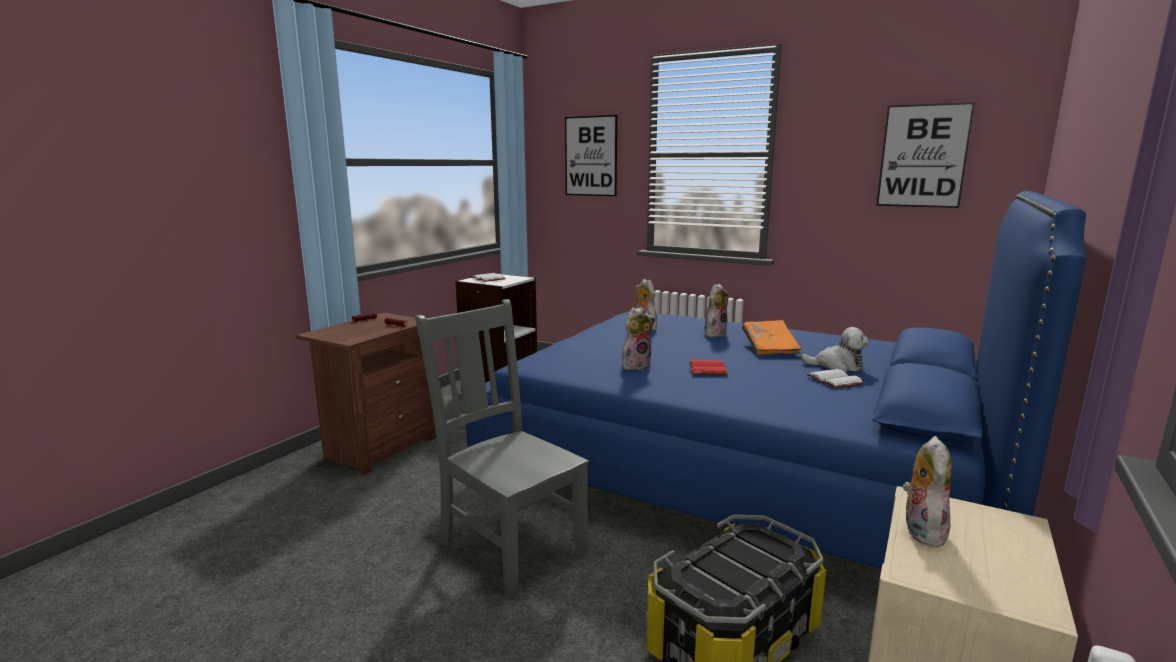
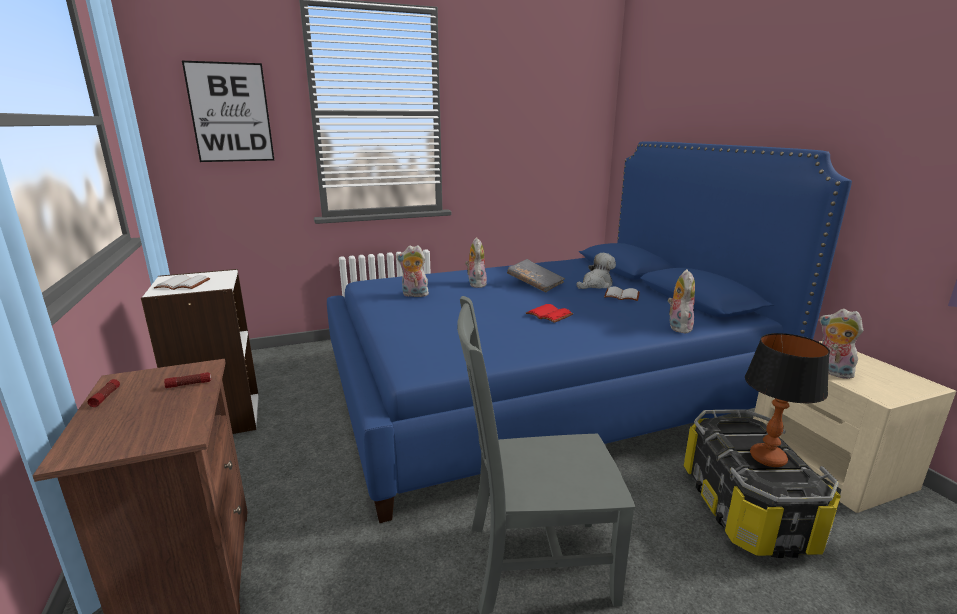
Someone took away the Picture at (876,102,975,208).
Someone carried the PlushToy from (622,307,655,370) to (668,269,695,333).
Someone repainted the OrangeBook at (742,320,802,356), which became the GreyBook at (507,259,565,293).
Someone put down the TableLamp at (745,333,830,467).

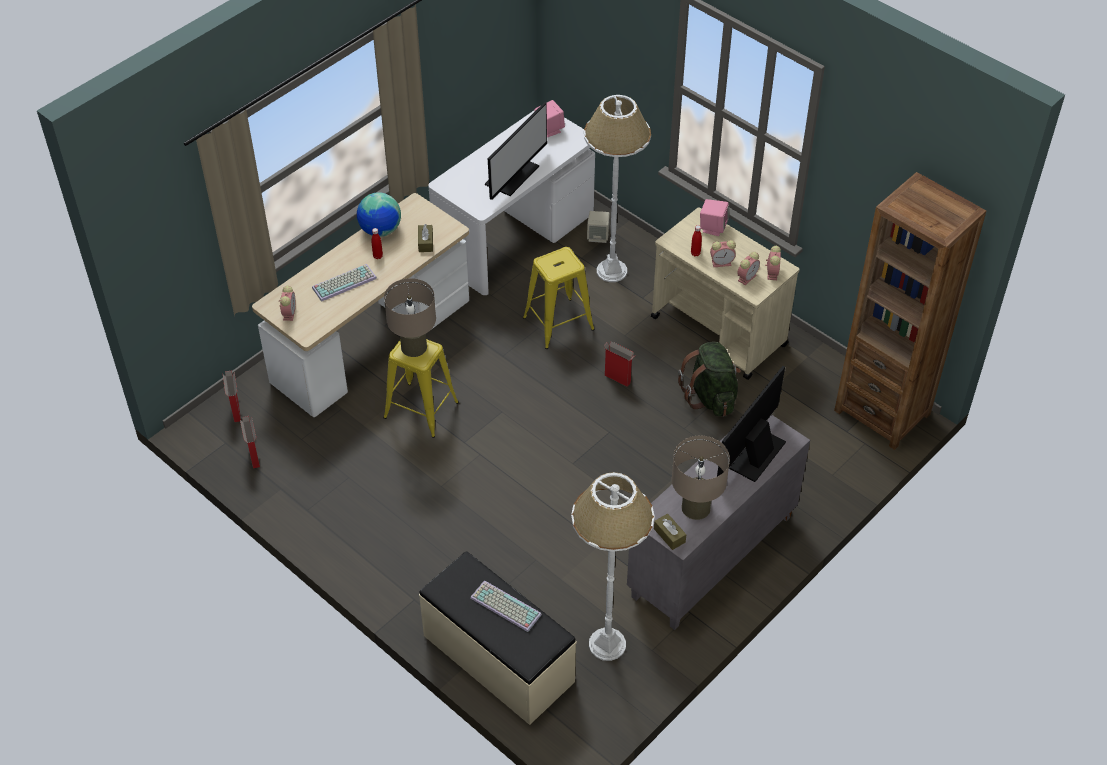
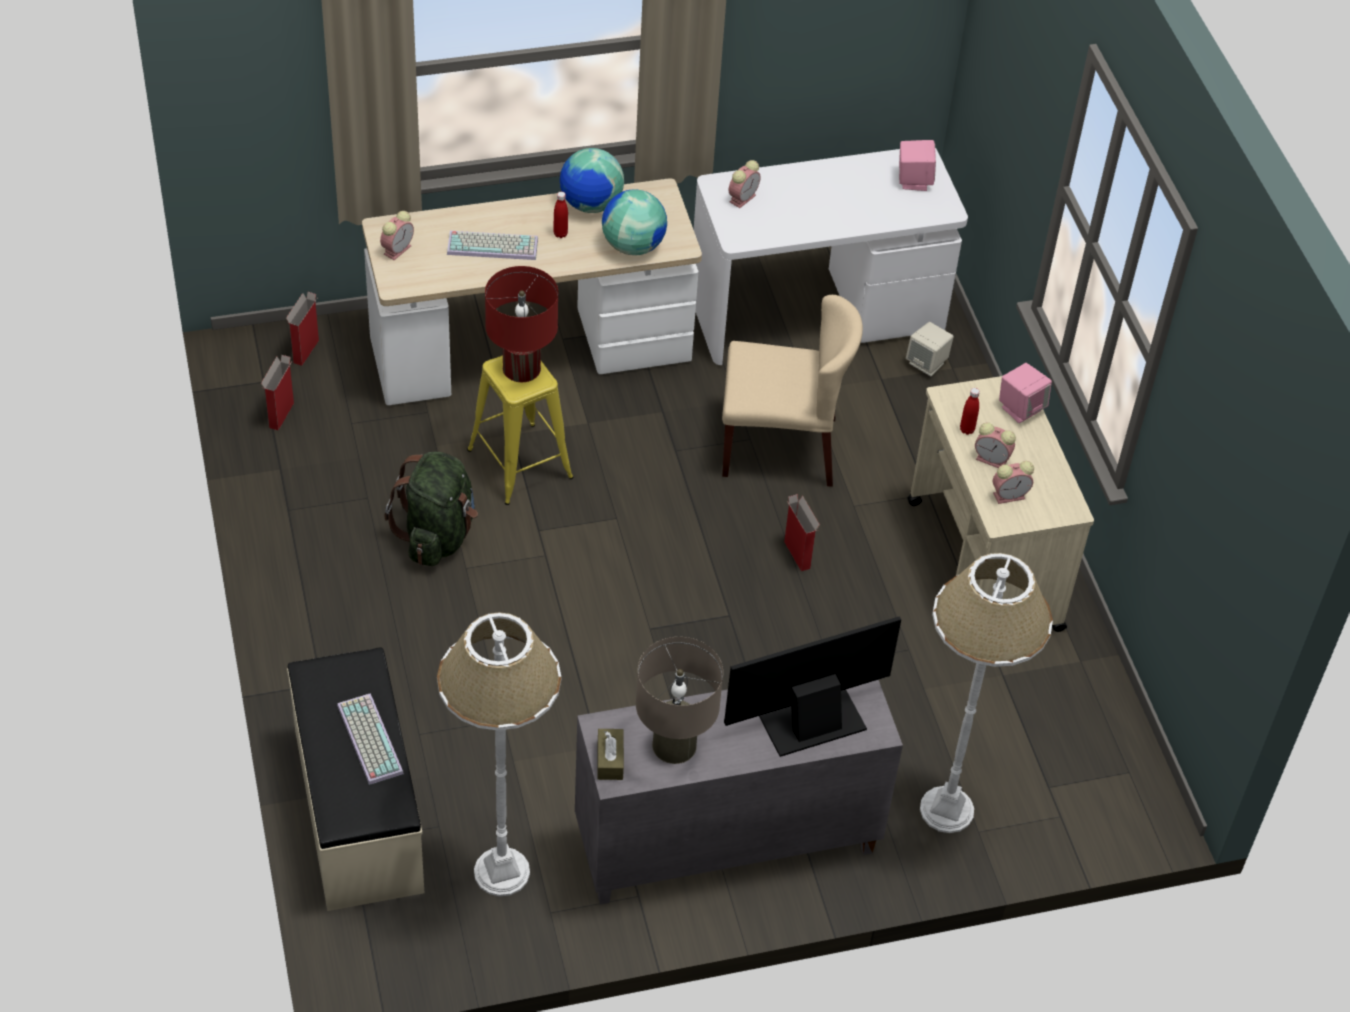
Someone carried the WhiteFloorLamp from (584,95,651,282) to (920,553,1053,833).
Someone took away the Monitor at (485,102,547,200).
Someone took away the BrownBookcase at (834,172,986,450).
Someone swapped the BrownTissueBox at (418,224,433,252) for the Globe at (602,190,667,255).
Someone carried the AlarmClock from (765,246,781,280) to (729,160,760,208).
Someone swapped the YellowStool at (523,247,595,349) for the BeigeChair at (722,295,863,487).
Someone repainted the BeigeTableLamp at (384,278,436,357), which became the RedTableLamp at (485,266,558,382).
Someone carried the GreenBackpack from (678,342,741,416) to (384,452,478,566).

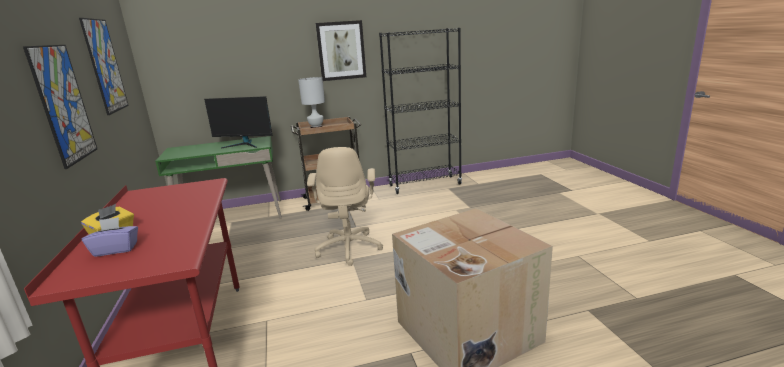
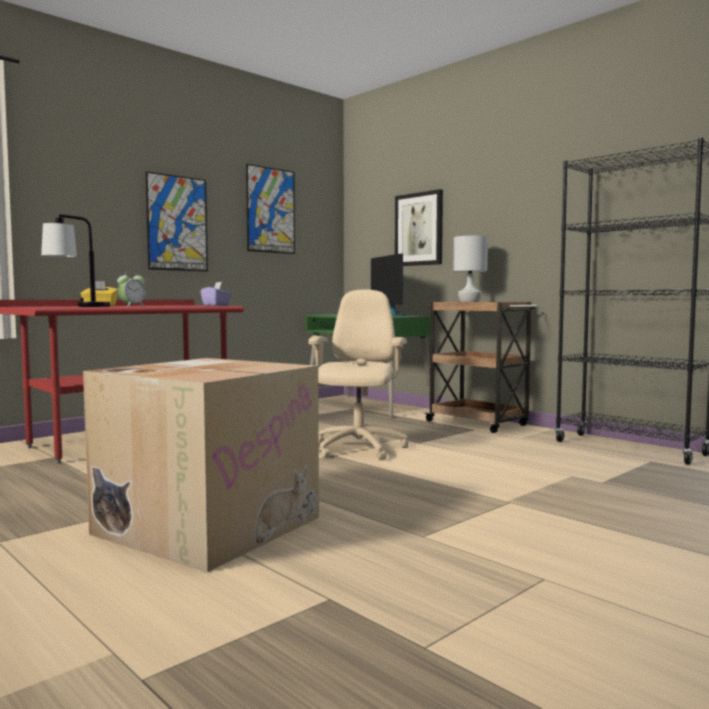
Someone carried the Picture from (316,20,366,81) to (395,189,443,266).
Someone rotated the BeigeOfficeChair at (307,147,383,266) by 135 degrees clockwise.
Someone carried the PurpleTissueBox from (81,217,138,257) to (200,282,232,306).
Someone put down the TableLamp at (41,214,110,307).
Someone put down the AlarmClock at (117,271,146,307).

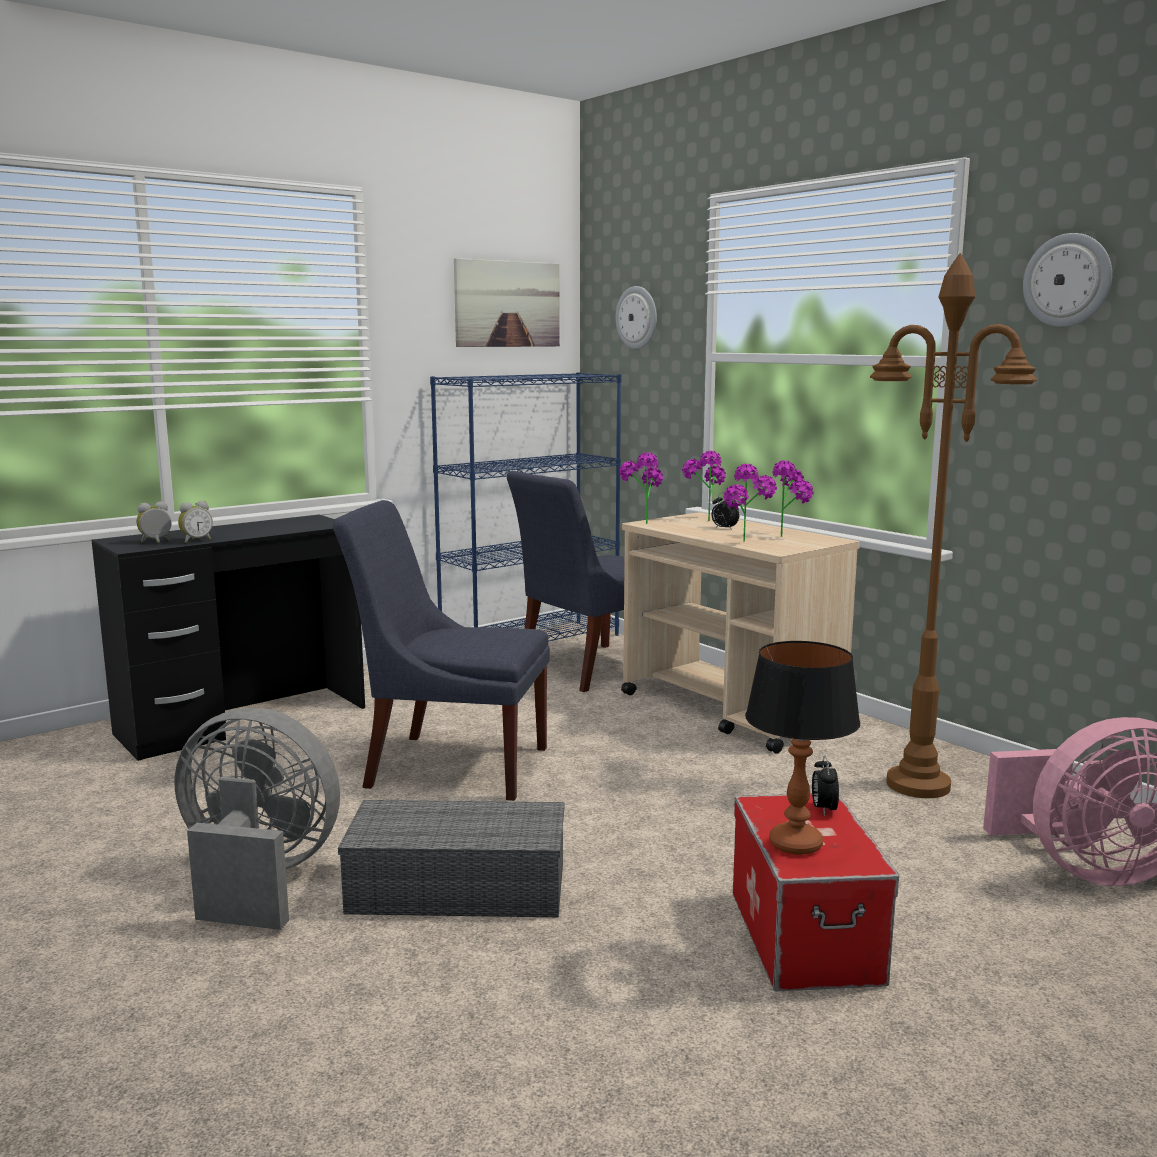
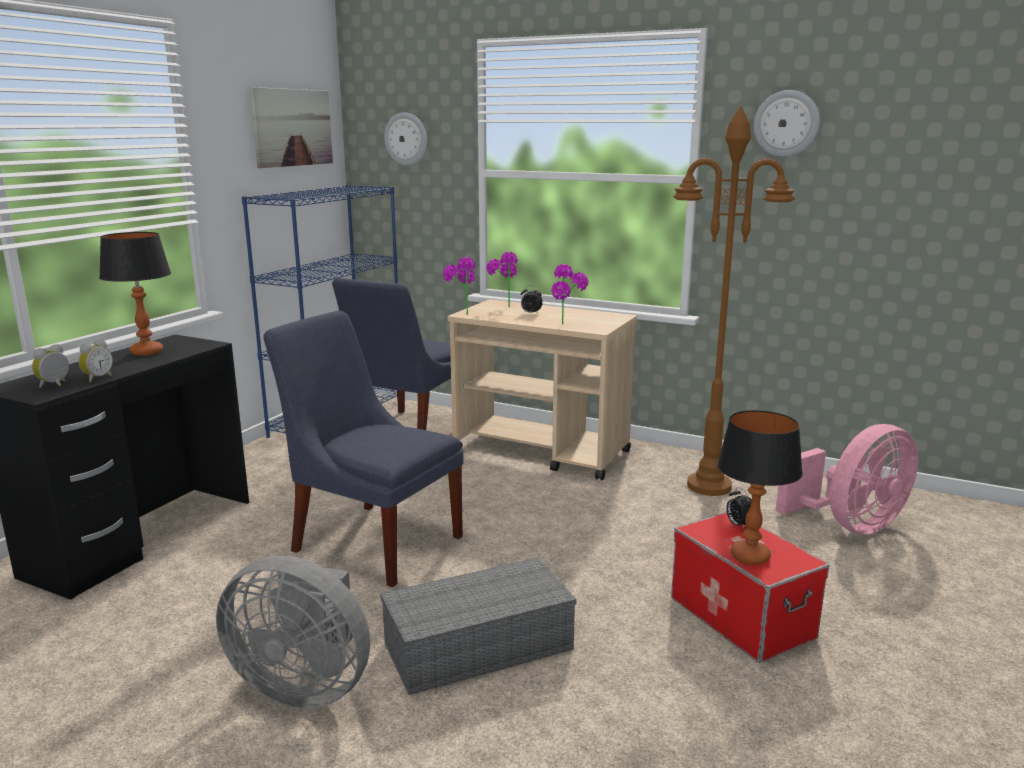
Someone took away the PottedPlant at (772,461,814,537).
Someone rotated the BlueChair at (333,500,550,801) by 45 degrees clockwise.
Someone rotated the GreyFan at (175,708,340,930) by 150 degrees counterclockwise.
Someone put down the TableLamp at (99,232,171,356).

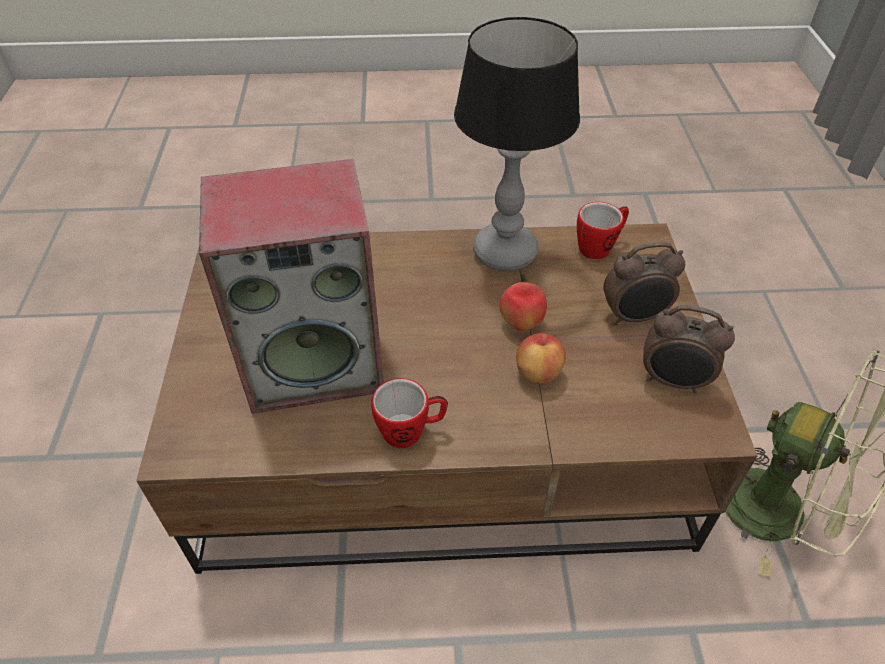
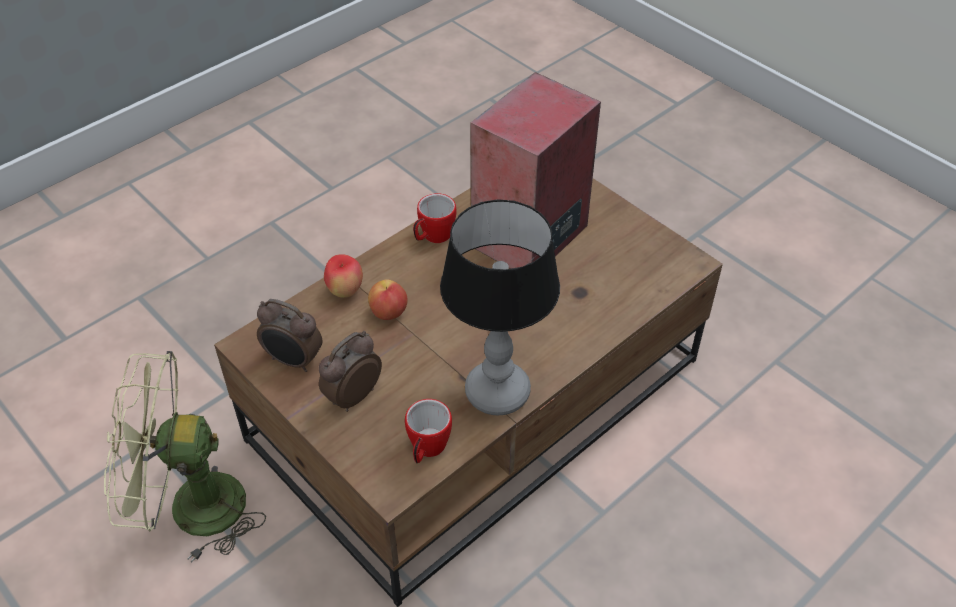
Someone carried the Apple from (500,282,547,331) to (324,254,363,298).
Someone rotated the AlarmClock at (643,305,735,394) by 135 degrees counterclockwise.

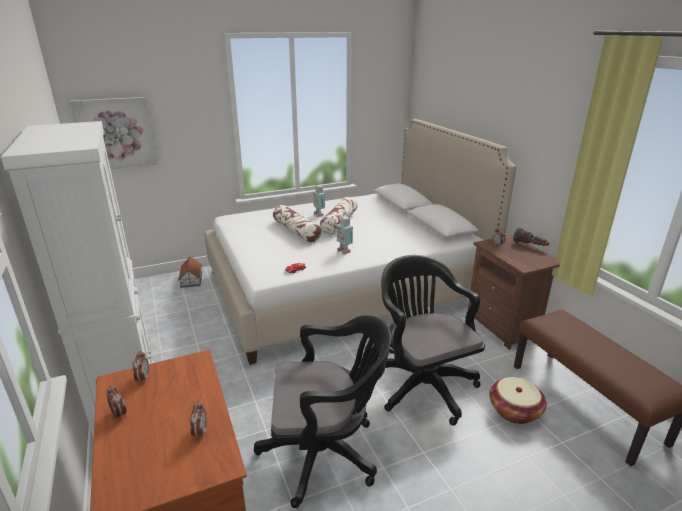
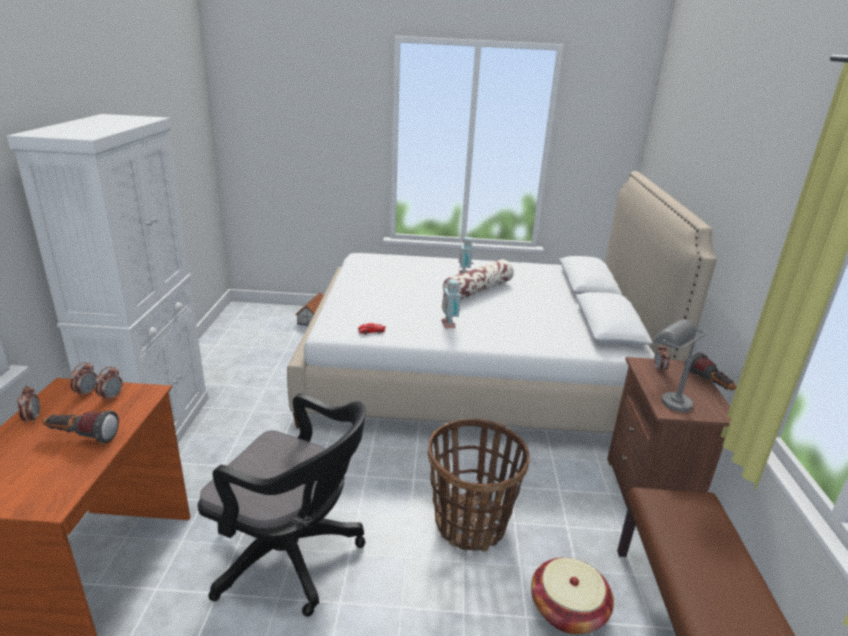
Someone took away the Picture at (69,97,157,169).
Someone took away the Pillow at (273,205,322,243).
Someone swapped the BlackOfficeChair at (381,255,485,426) for the Basket at (428,419,530,551).
Someone carried the AlarmClock from (190,401,207,439) to (95,366,122,402).
Someone put down the GreyTableLamp at (654,320,706,412).
Someone put down the Flashlight at (42,410,119,443).

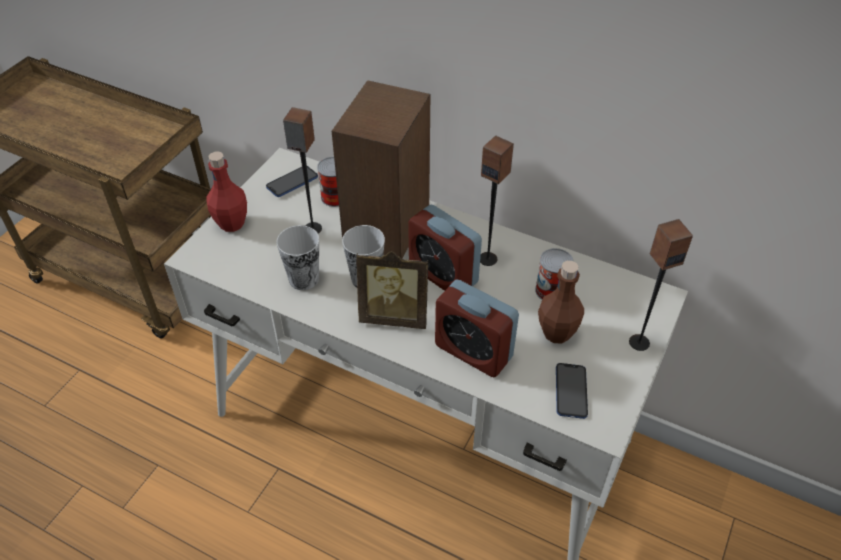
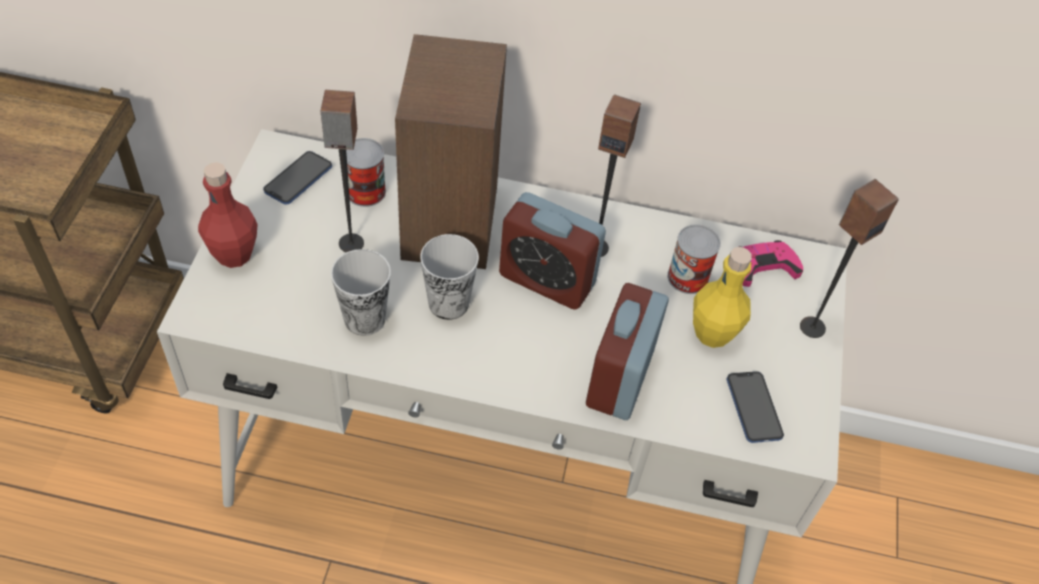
Someone took away the PictureFrame at (356,251,428,329).
Someone repainted the BrownBottle at (538,261,584,344), which became the YellowBottle at (693,247,752,348).
Someone rotated the AlarmClock at (435,279,519,377) by 90 degrees clockwise.
Someone put down the PinkGameController at (739,240,803,287).

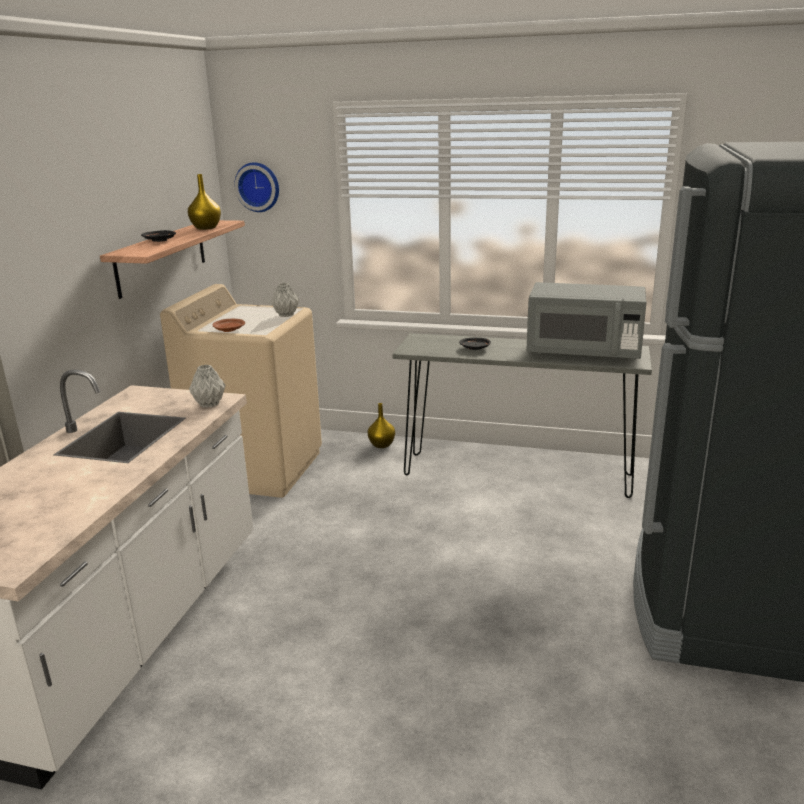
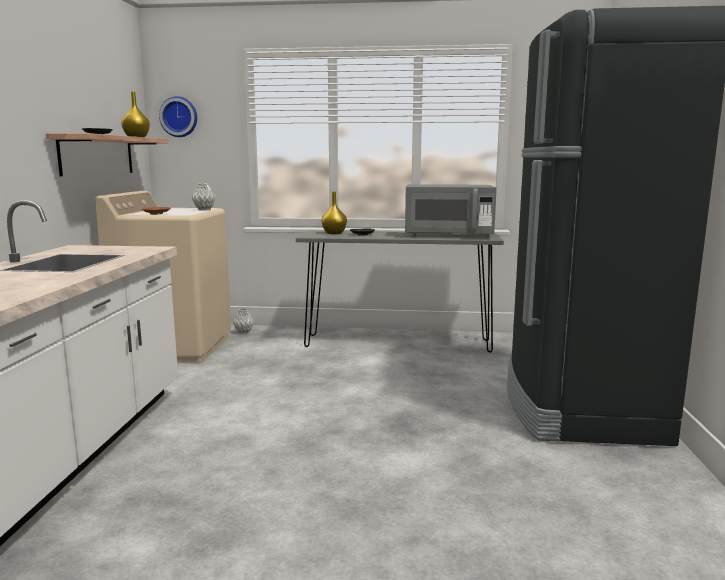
Someone carried the GreyVase from (189,365,226,408) to (233,309,254,334).
Someone carried the YellowVase from (368,403,395,448) to (322,192,347,234).

